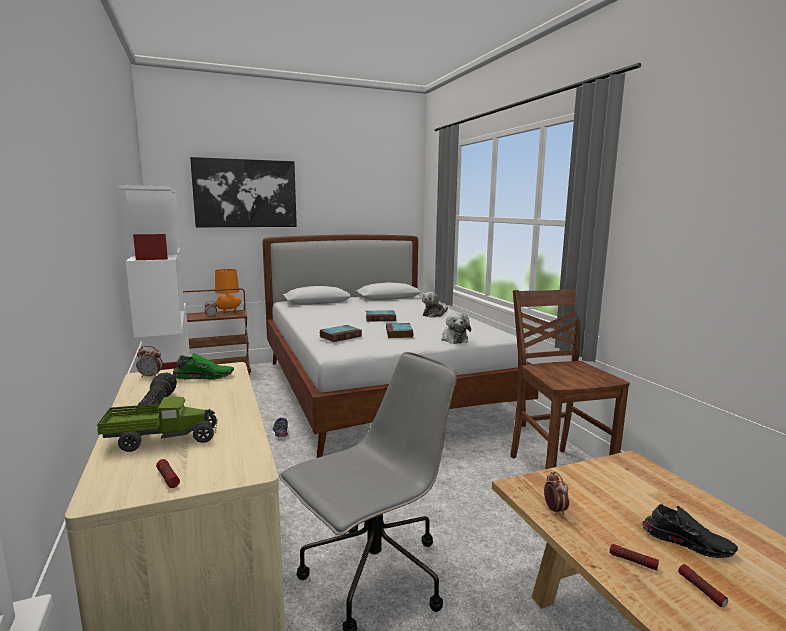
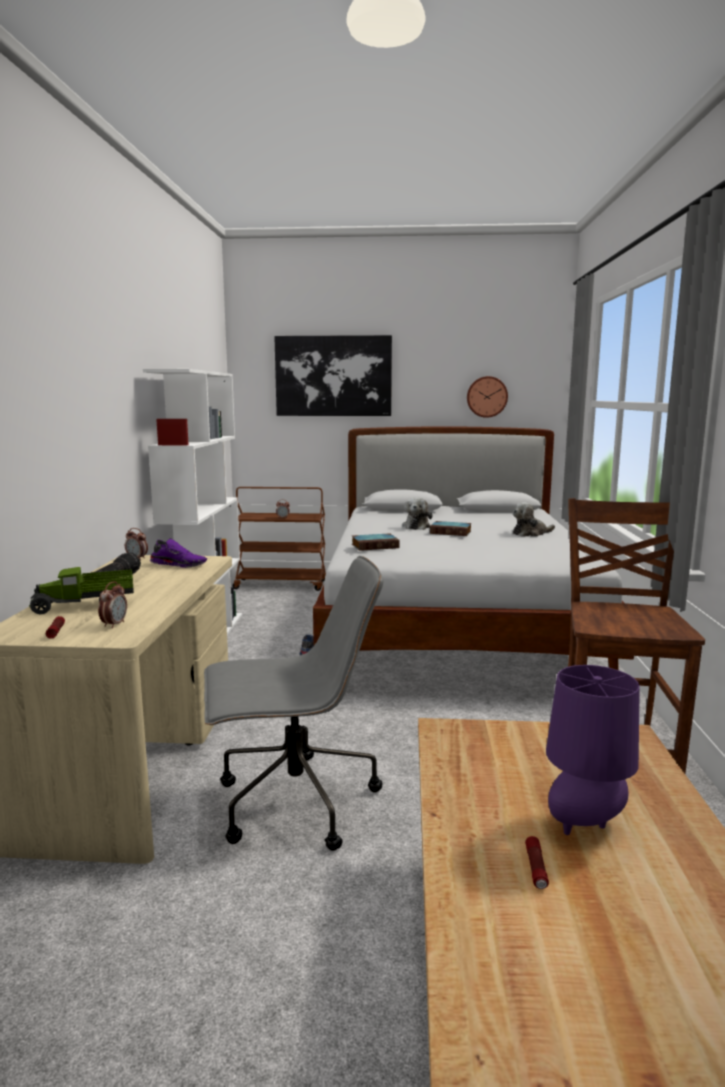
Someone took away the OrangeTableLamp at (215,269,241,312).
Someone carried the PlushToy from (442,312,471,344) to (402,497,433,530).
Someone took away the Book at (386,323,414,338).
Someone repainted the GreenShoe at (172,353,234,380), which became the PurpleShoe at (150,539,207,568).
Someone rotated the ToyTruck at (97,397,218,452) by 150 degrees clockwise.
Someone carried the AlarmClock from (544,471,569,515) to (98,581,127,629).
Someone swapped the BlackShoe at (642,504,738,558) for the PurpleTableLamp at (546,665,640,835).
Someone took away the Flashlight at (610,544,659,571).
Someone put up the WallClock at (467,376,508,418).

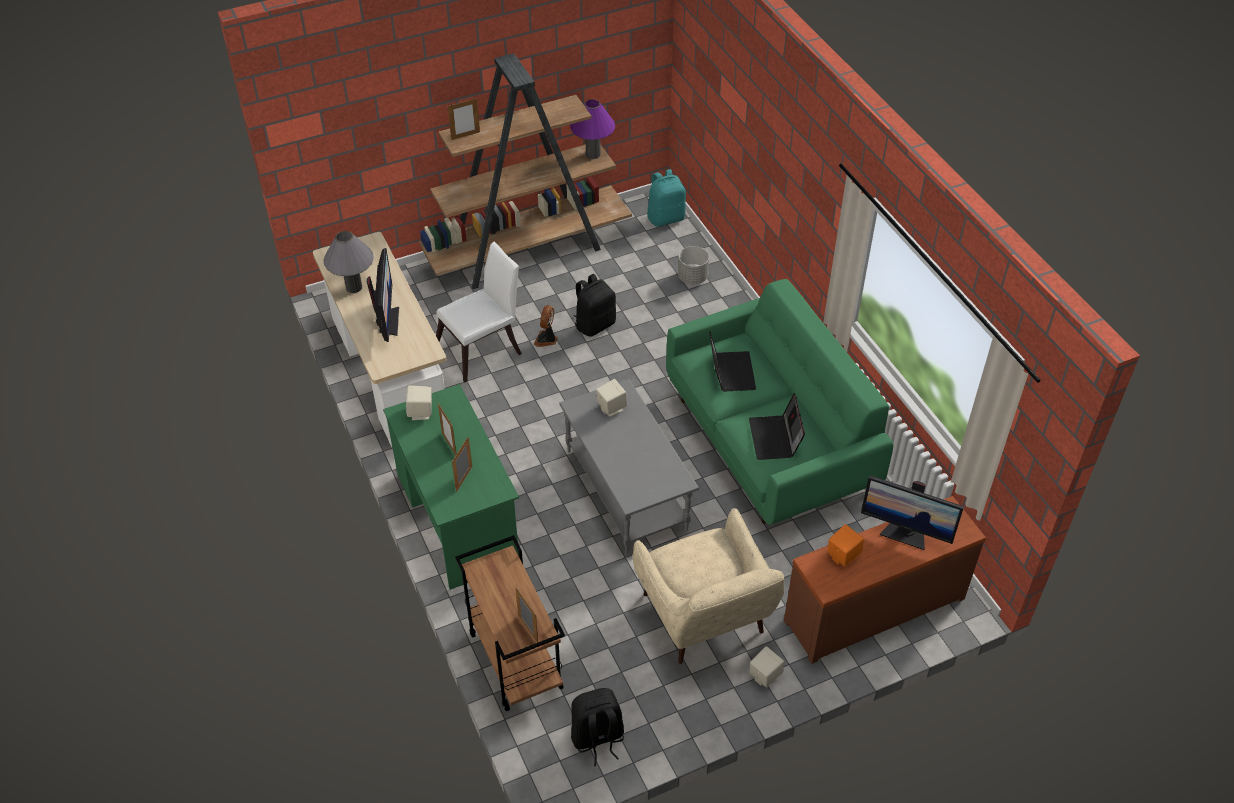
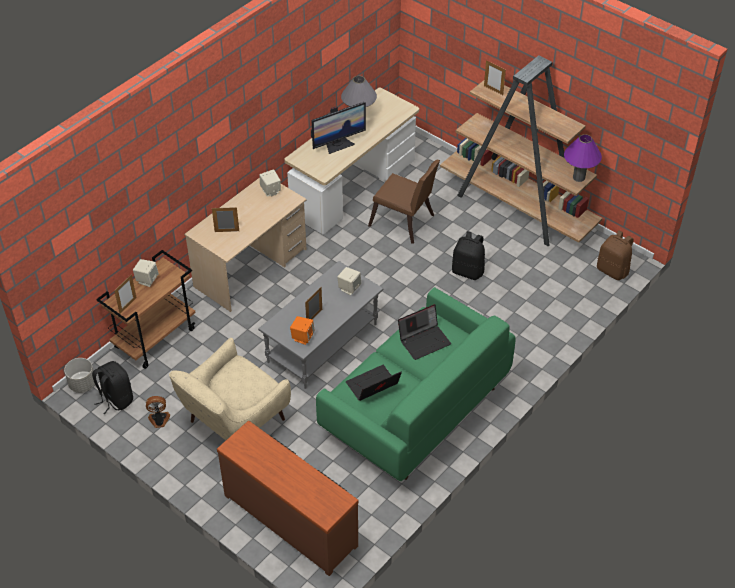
Someone repainted the TurquoiseBackpack at (647,169,686,227), which became the BrownBackpack at (597,230,634,280).
Someone repainted the WhiteChair at (436,241,522,382), which became the BrownChair at (368,160,440,244).
Someone carried the GreyPlanter from (678,246,709,284) to (64,358,95,393).
Someone carried the Fan from (534,305,558,347) to (146,396,170,428).
Someone repainted the GreenDesk at (383,384,519,590), which became the BeigeDesk at (184,177,307,312).
Someone carried the PictureFrame from (438,403,456,455) to (305,287,322,319).
Someone took away the Monitor at (861,476,964,550).
Someone carried the OrangeSpeaker from (828,524,864,567) to (290,316,315,345).
Someone carried the BeigeSpeaker from (750,646,784,687) to (133,259,159,287).

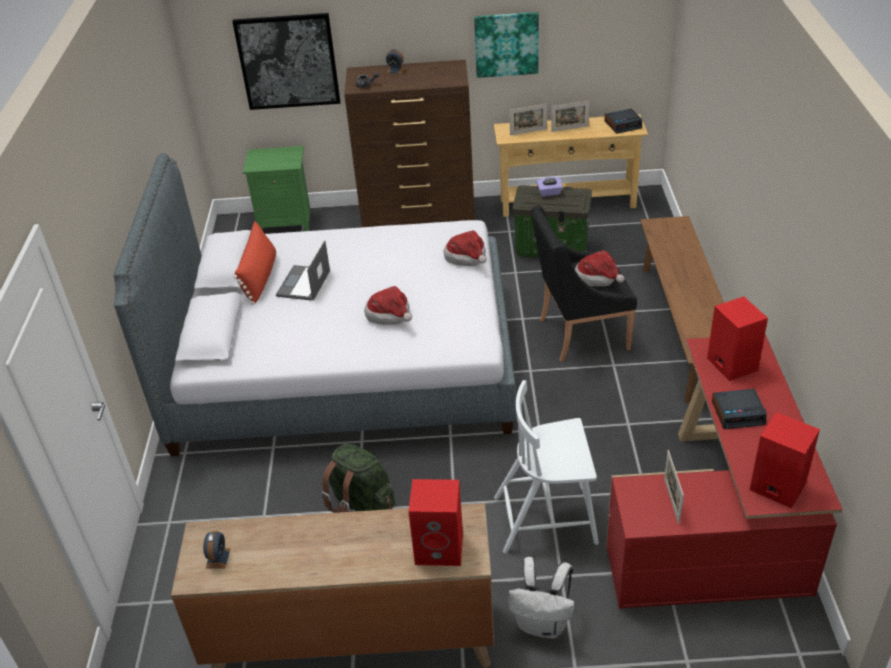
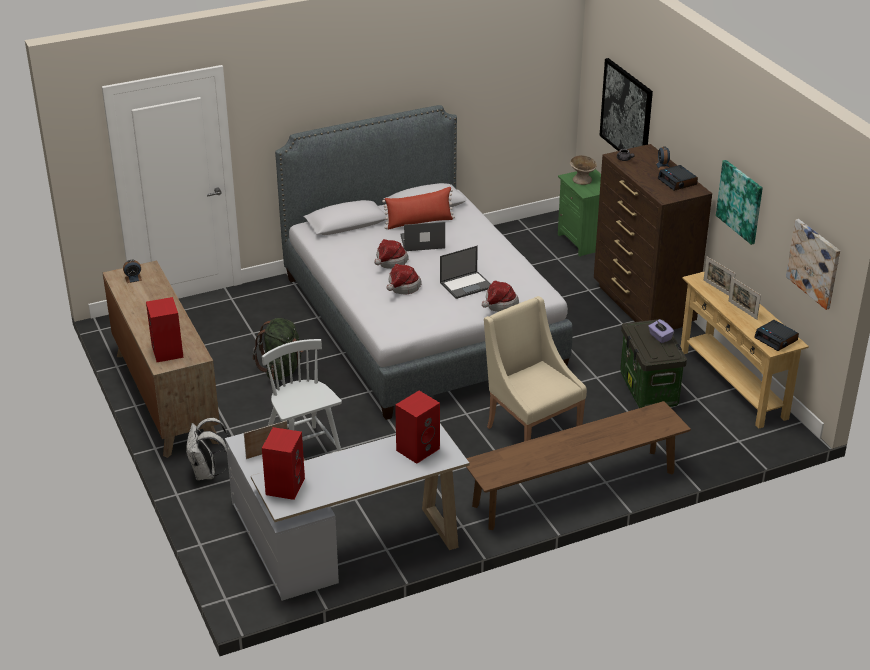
Someone repainted the BlackArmchair at (531,205,637,362), which became the BeigeArmchair at (484,296,587,441).
Someone carried the Hat from (575,250,624,286) to (374,239,409,269).
Someone repainted the RedDesk at (606,334,843,609), which became the WhiteDesk at (225,424,470,601).
Someone carried the AlarmClock from (712,389,767,429) to (658,165,698,191).
Someone put down the BeigeBowl at (570,155,597,185).
Someone put up the Picture at (786,219,840,310).
Someone put down the Laptop at (440,246,491,299).

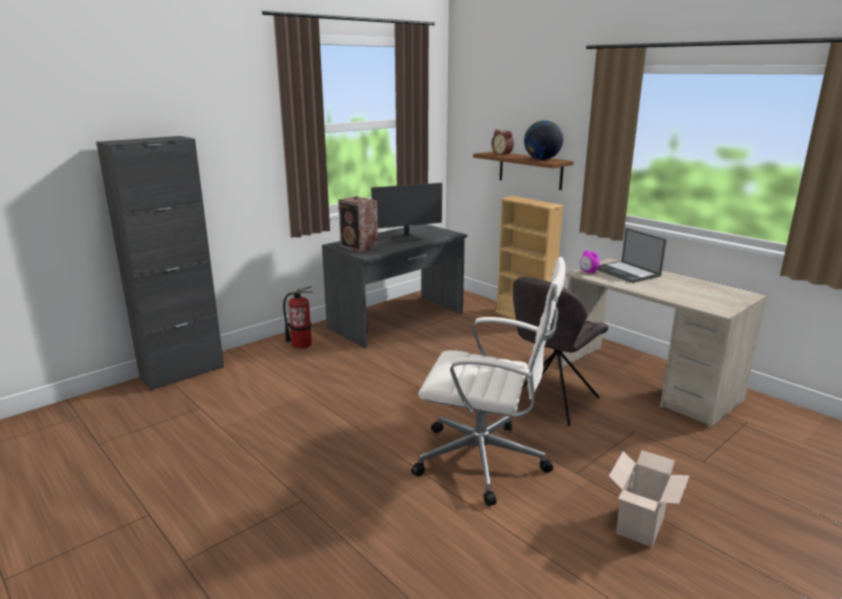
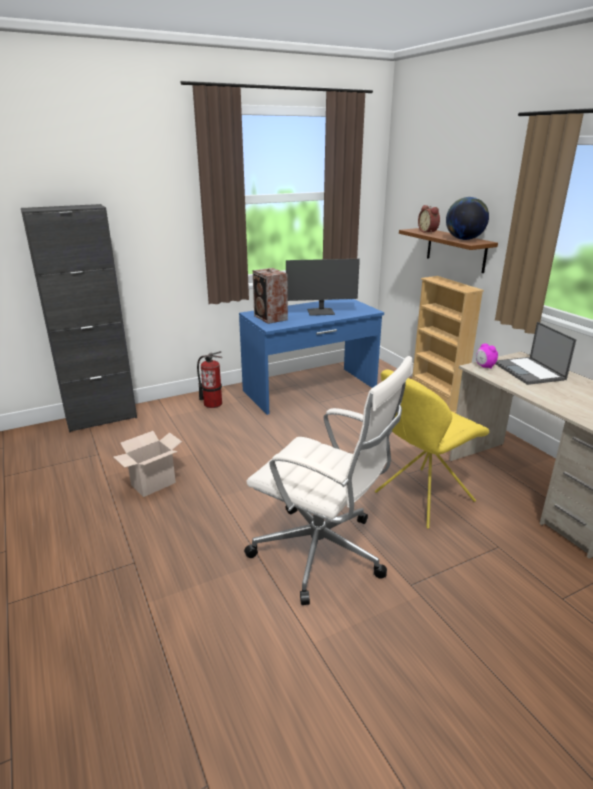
Someone repainted the GreyDesk at (322,224,467,348), which became the BlueDesk at (239,299,384,415).
Someone repainted the GreyChair at (513,277,608,426), which became the YellowChair at (375,369,489,529).
Someone carried the CardboardBox from (609,450,689,547) to (114,431,182,497).

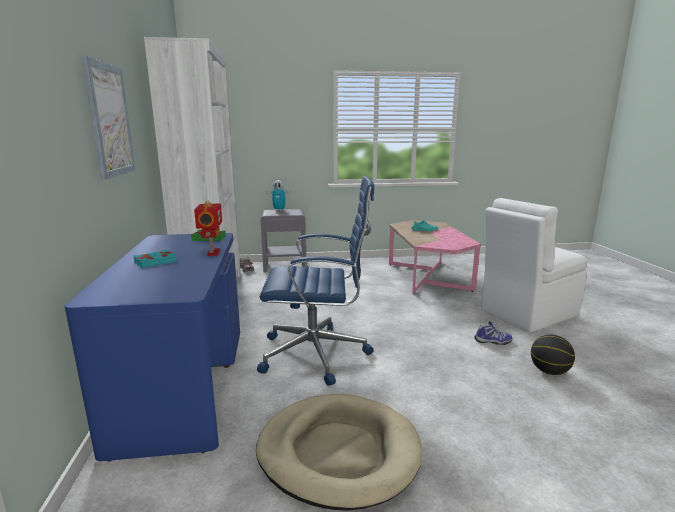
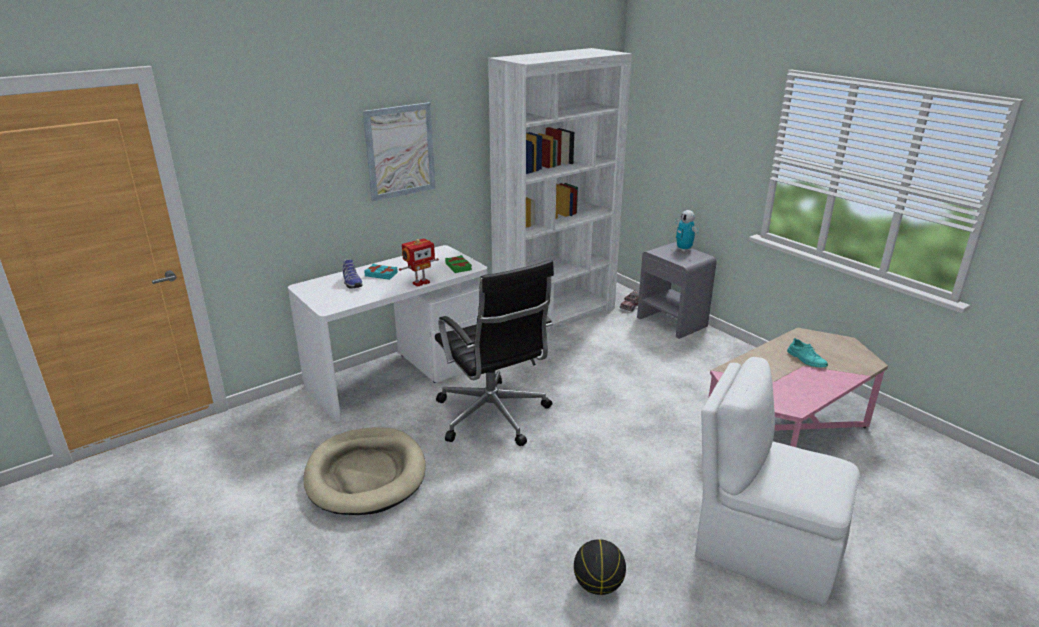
Someone repainted the BlueOfficeChair at (257,176,374,386), which became the BlackOfficeChair at (435,260,554,446).
Someone repainted the BlueDesk at (65,233,240,462), which became the WhiteDesk at (288,245,487,421).
Someone carried the Shoe from (474,321,512,345) to (343,259,363,288).

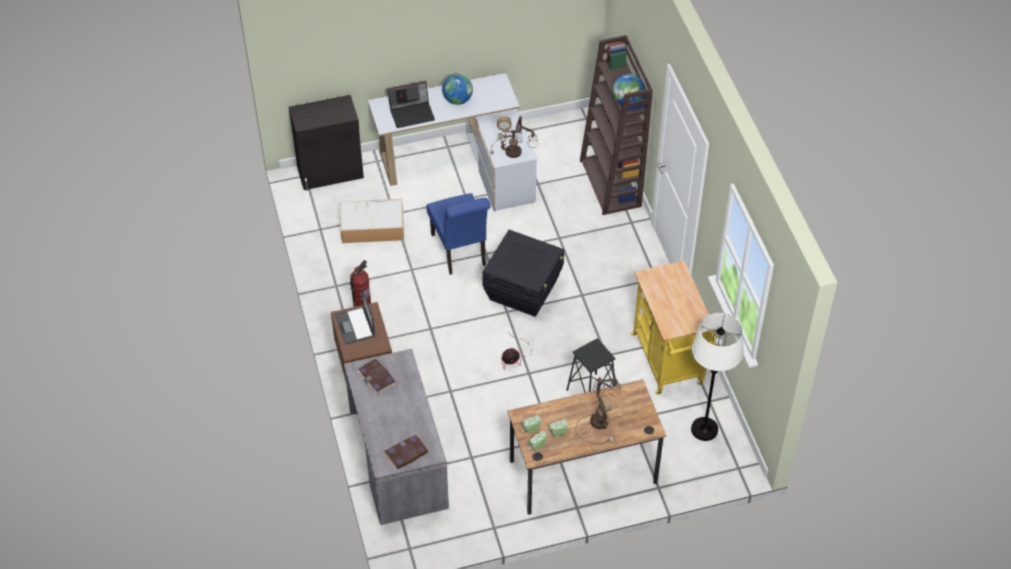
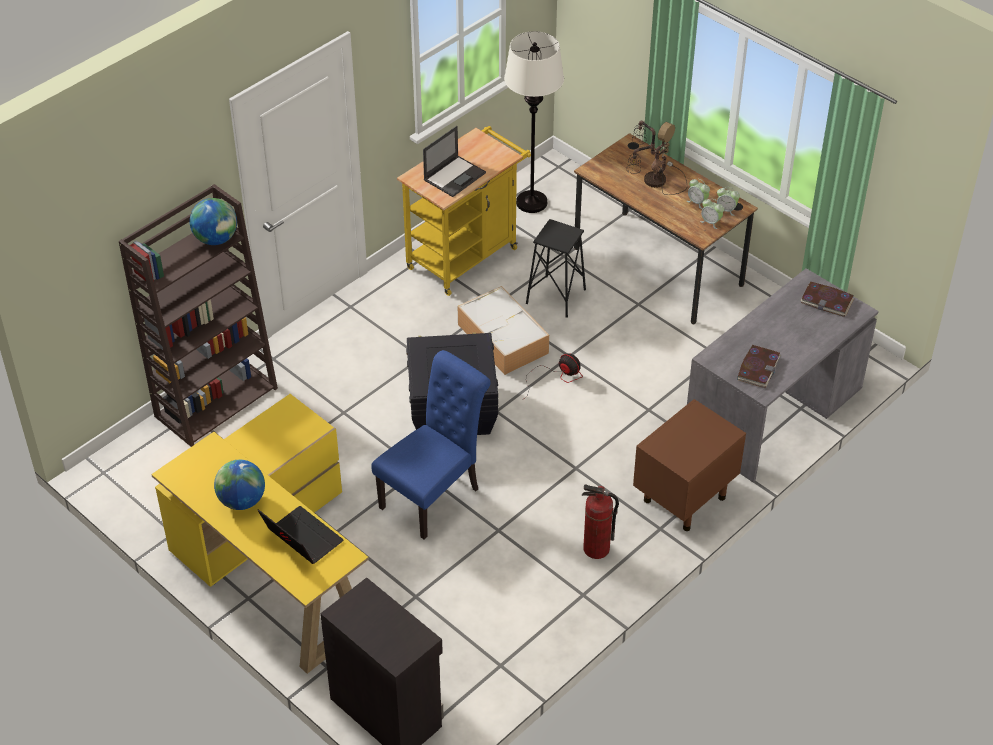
Someone repainted the WhiteDesk at (368,73,537,211), which became the YellowDesk at (151,394,369,674).
Someone took away the TableLamp at (490,116,538,158).
Someone carried the StorageBox from (340,199,404,243) to (458,286,549,375).
Someone carried the Laptop from (335,288,376,345) to (423,126,486,197).

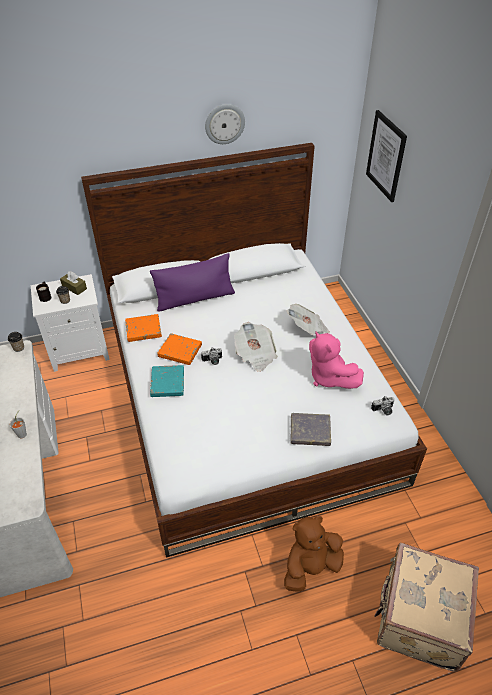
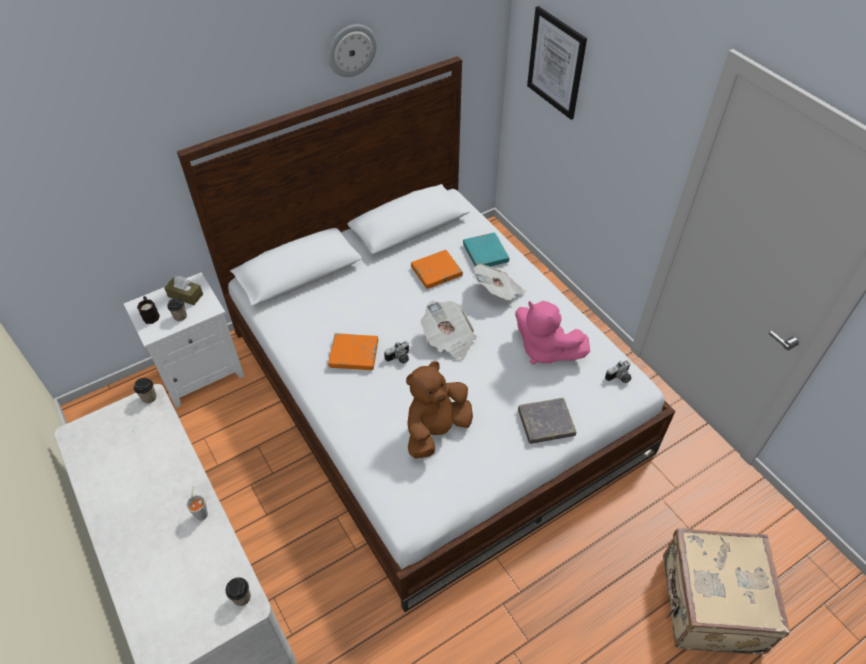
Someone took away the PurplePillow at (150,253,235,312).
Someone carried the OrangeBook from (125,314,162,342) to (411,250,463,289).
Someone carried the TurquoiseBook from (150,365,184,397) to (463,233,509,267).
Someone carried the BrownPlushToy from (284,516,344,592) to (406,361,473,459).
Someone put down the Cup at (225,577,251,606).

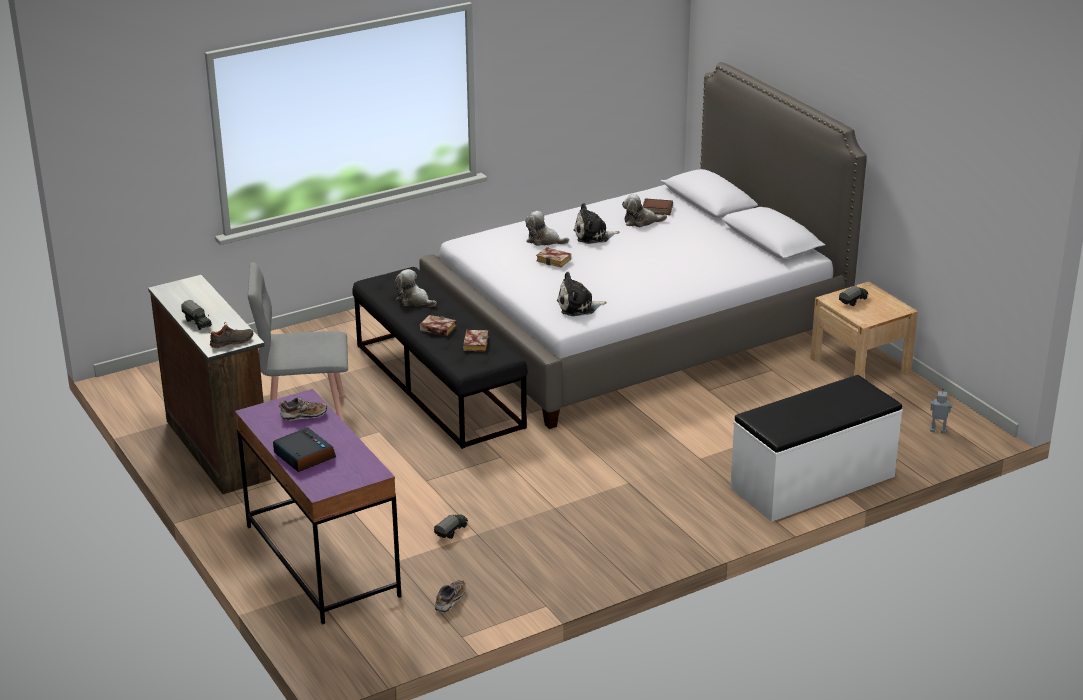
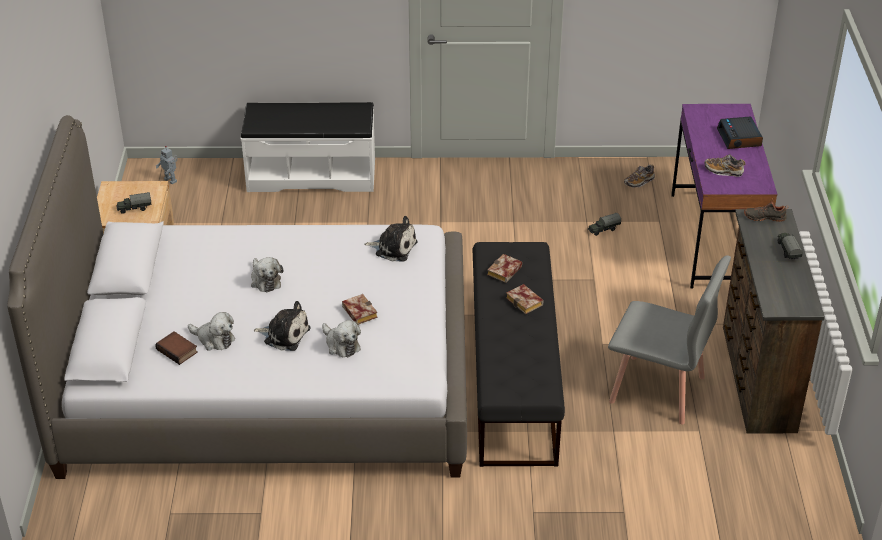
Someone carried the PlushToy from (394,269,437,307) to (251,257,283,292).

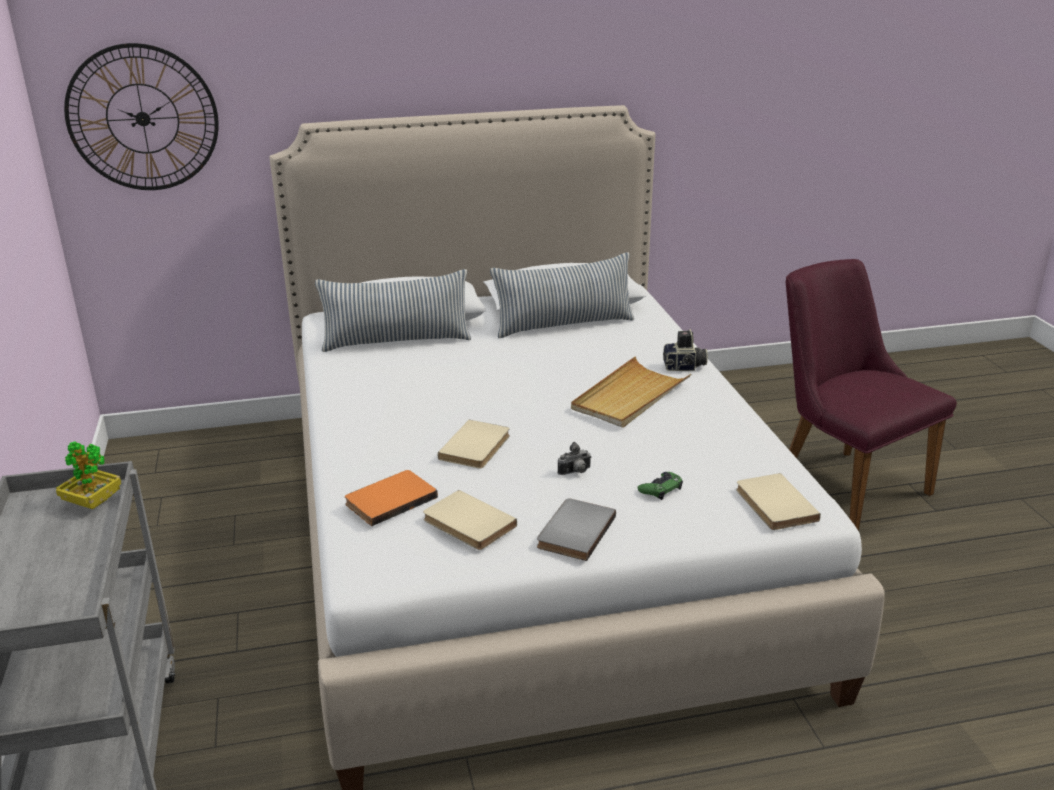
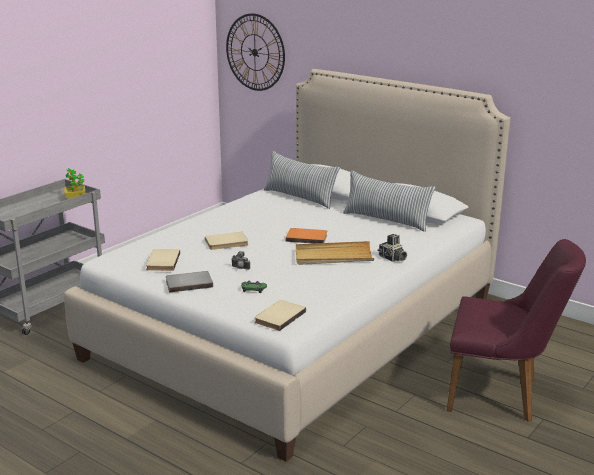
Someone rotated the PurpleChair at (786,259,957,531) by 90 degrees clockwise.
Someone carried the OrangeBook from (345,470,438,526) to (285,228,327,243).

